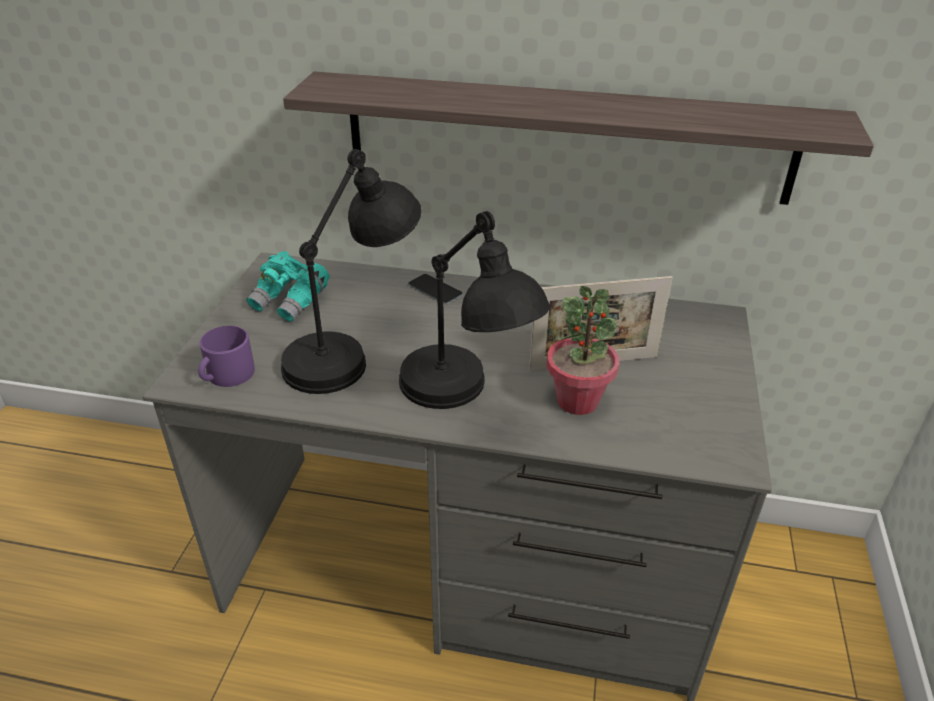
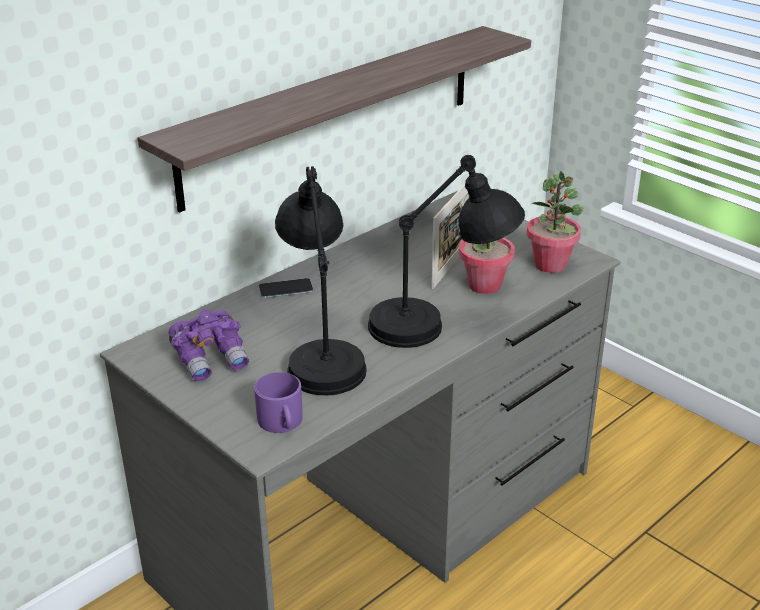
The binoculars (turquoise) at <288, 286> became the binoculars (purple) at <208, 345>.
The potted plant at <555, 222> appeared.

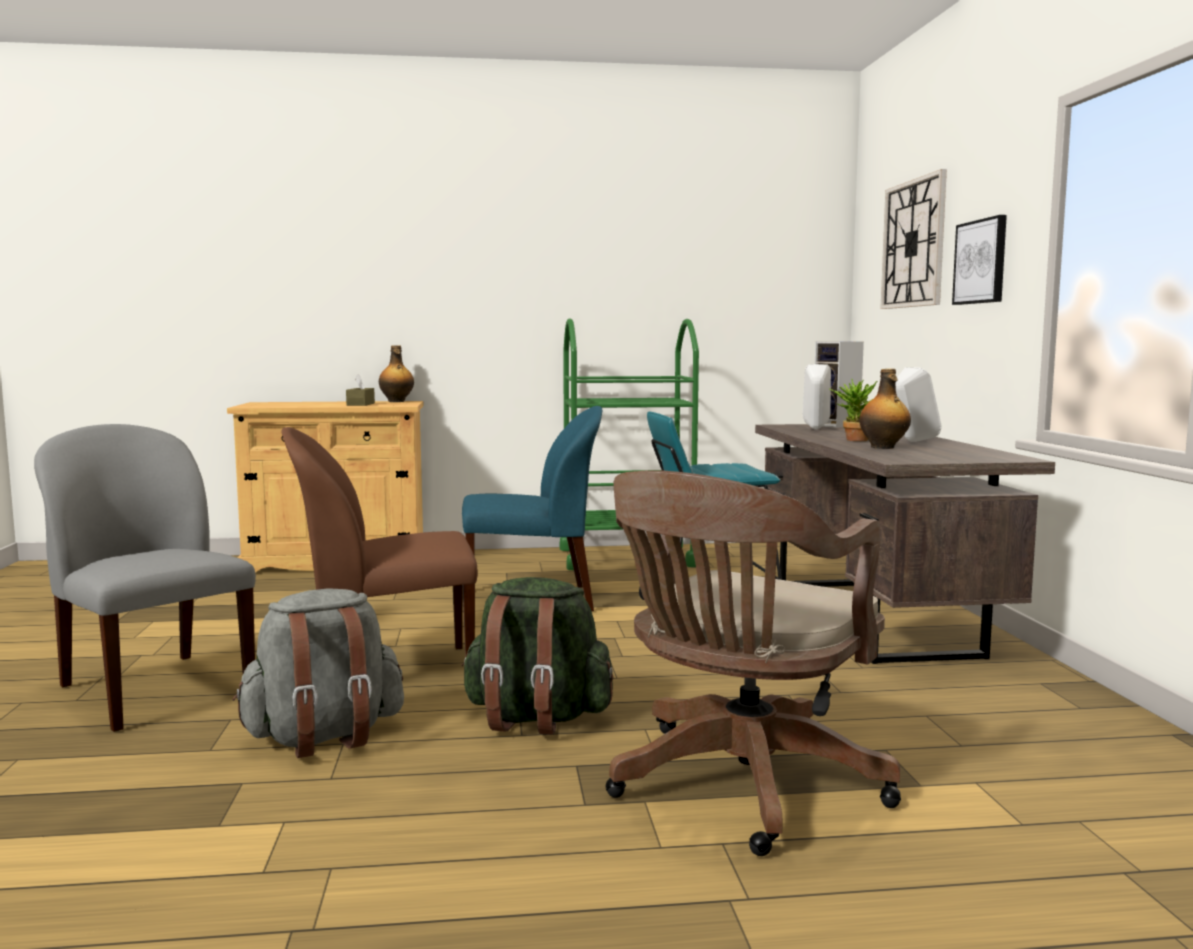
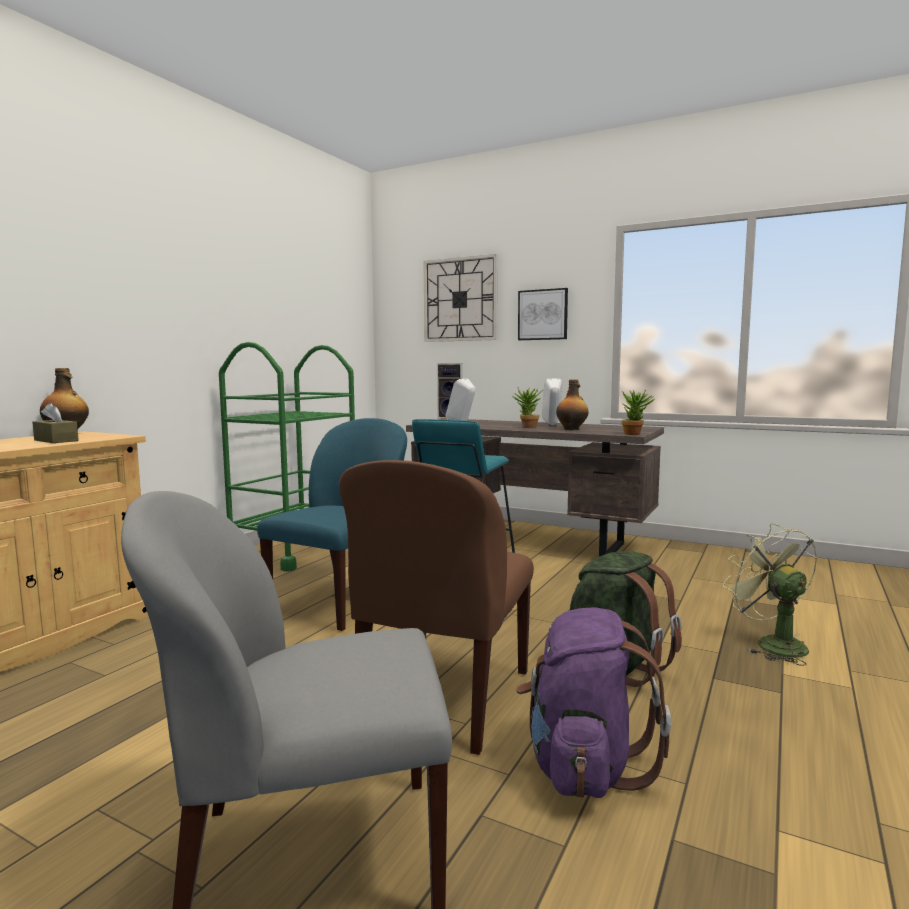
The backpack (grey) at <318, 673> became the backpack (purple) at <593, 702>.
The office chair (brown) at <753, 663> was replaced by the fan (green) at <770, 594>.
The potted plant at <638, 412> appeared.

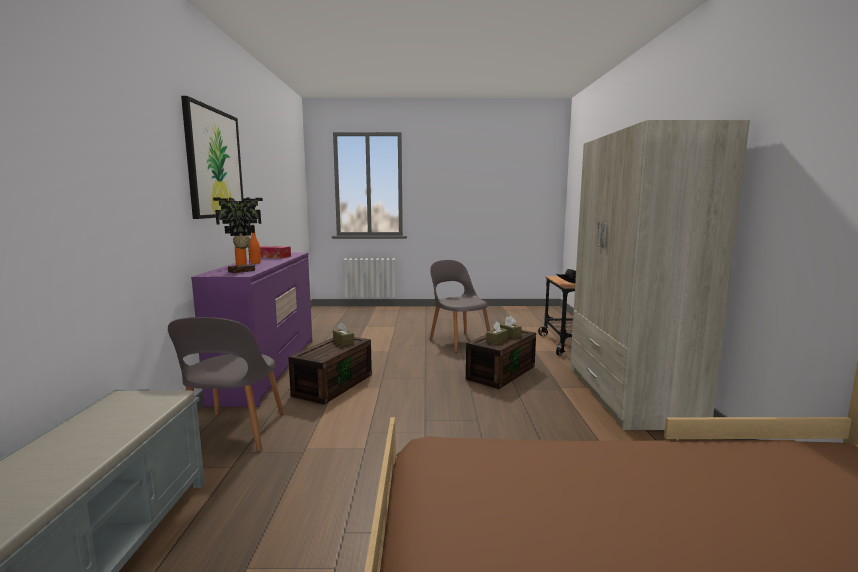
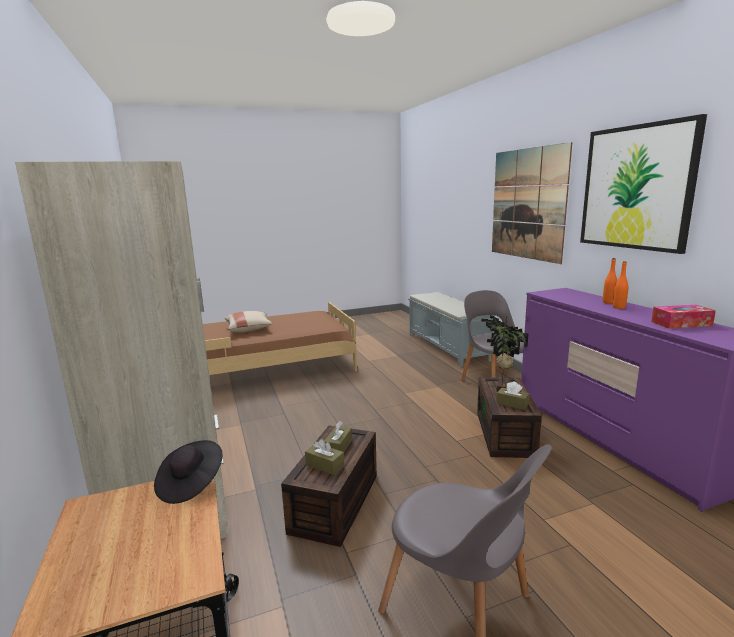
The potted plant moved from <238, 235> to <504, 353>.
The pillow (beige) at <249, 321> appeared.
The picture at <532, 203> appeared.

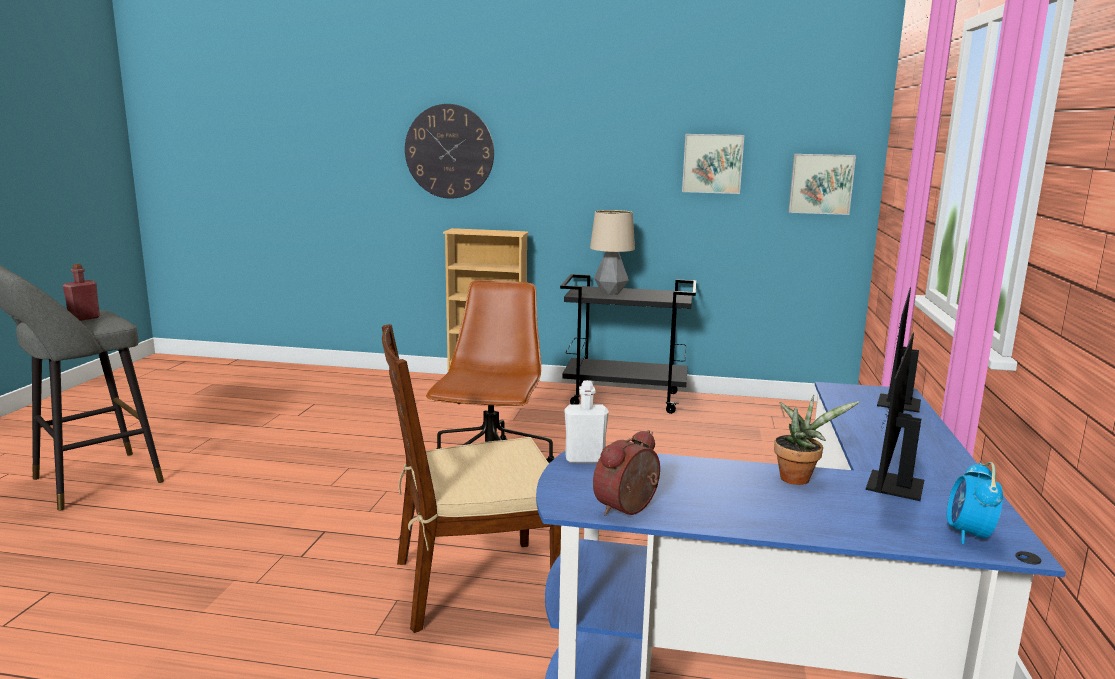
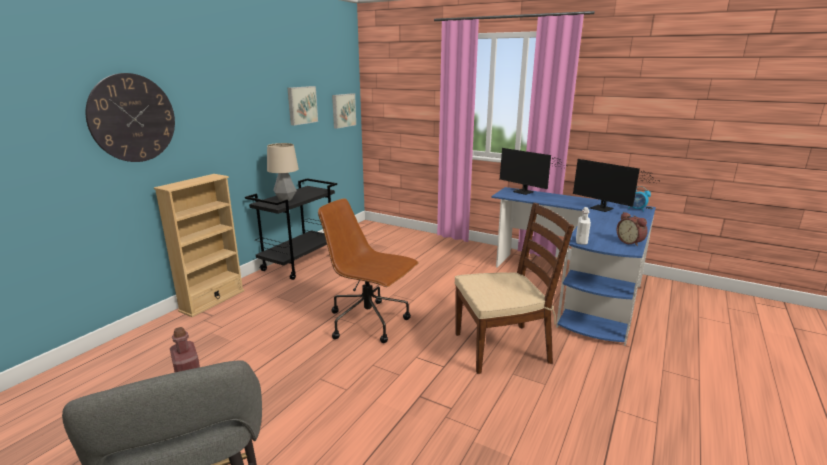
The chair (brown) at <471, 478> turned 105 degrees counterclockwise.
The potted plant at <817, 440> disappeared.

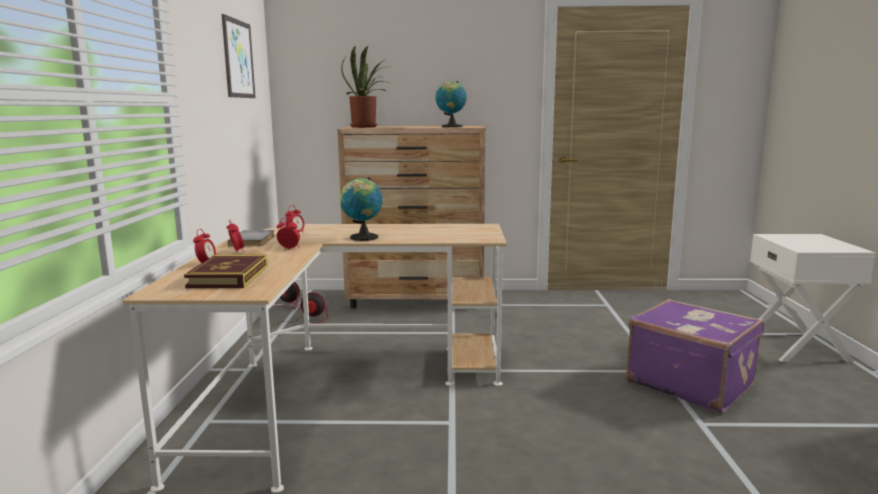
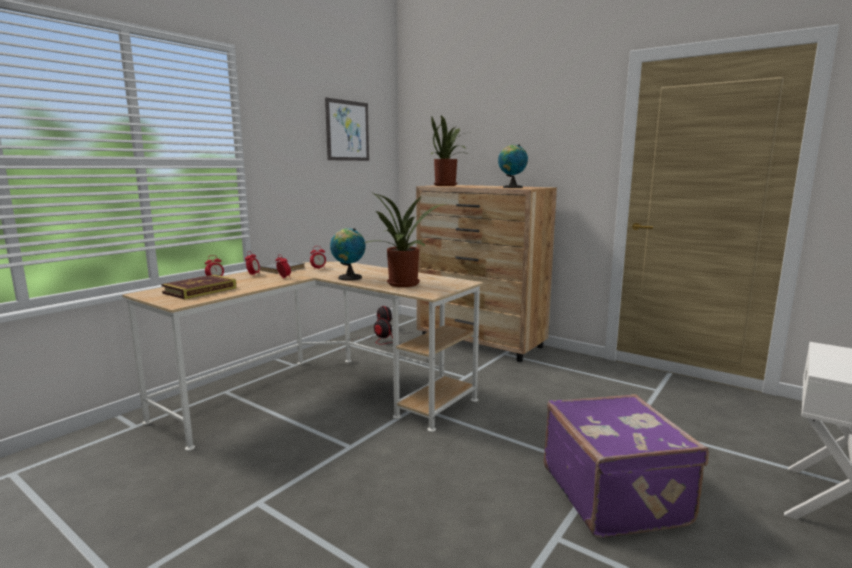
The potted plant at <404, 240> appeared.

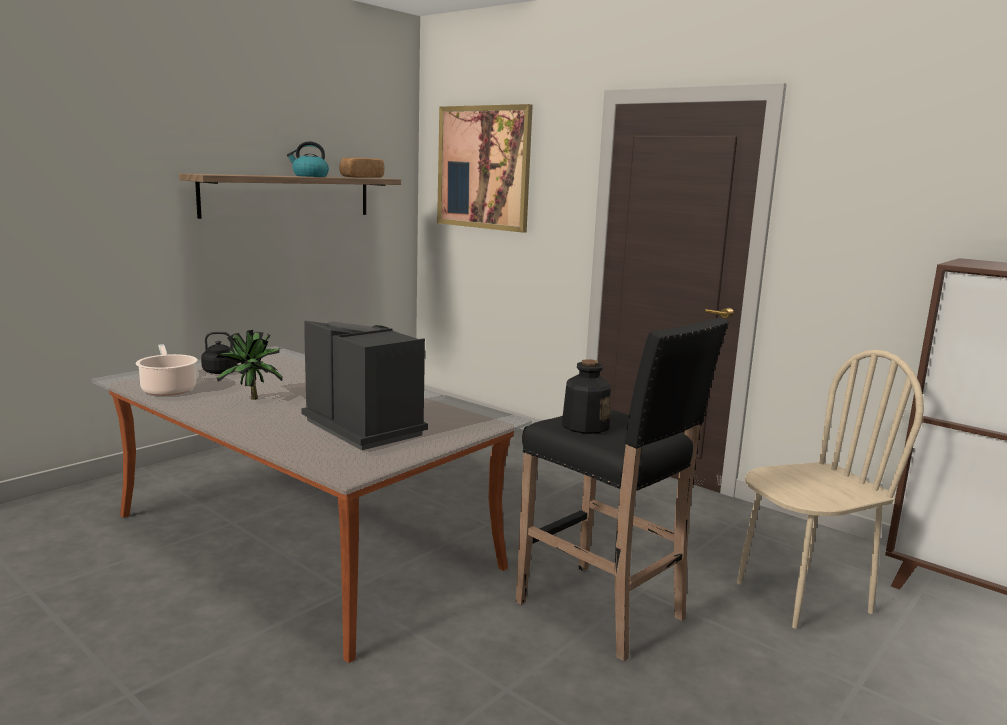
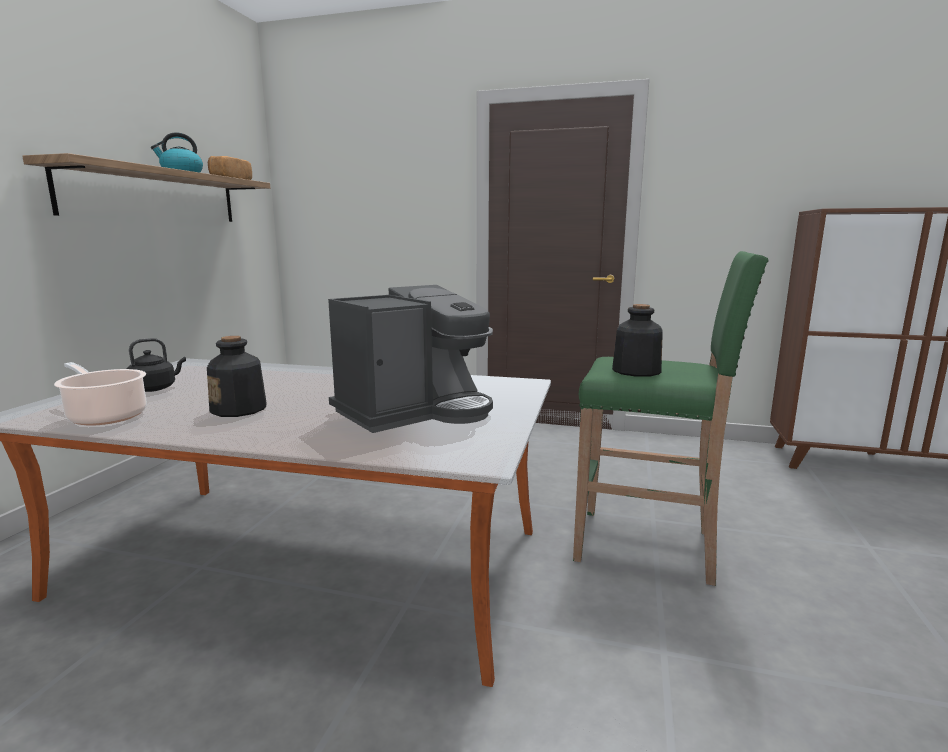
The potted plant at <249, 365> was replaced by the bottle at <237, 376>.
The coffee machine at <364, 385> turned 120 degrees clockwise.
The picture at <485, 168> disappeared.
The stool (black) at <622, 489> became the stool (green) at <671, 418>.
The chair (beige) at <830, 489> disappeared.

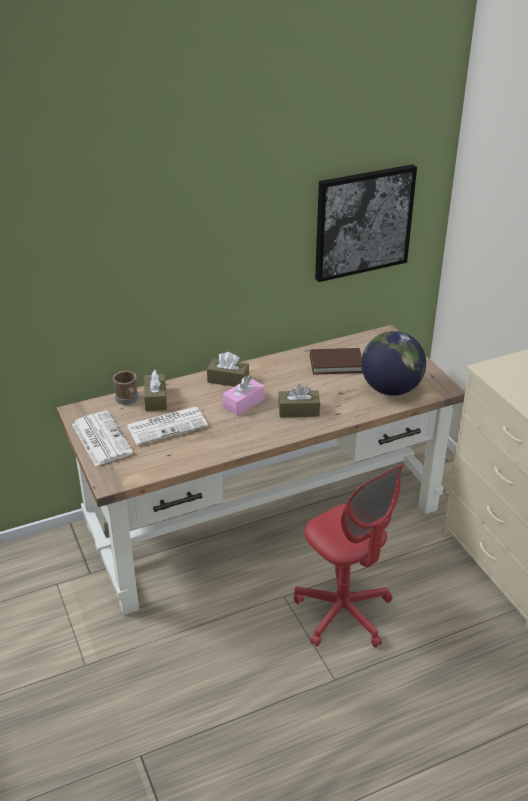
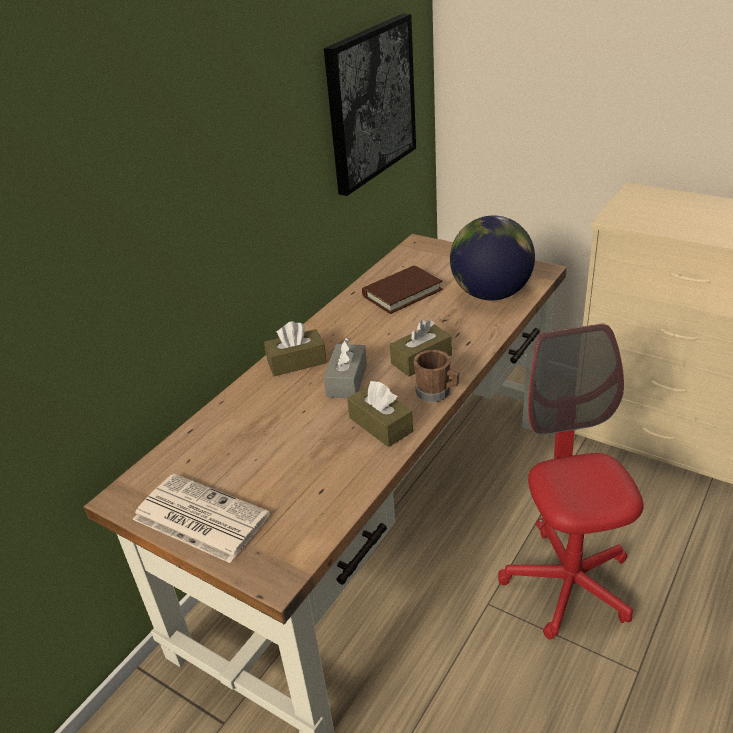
The mug (brown) moved from <125, 388> to <436, 376>.
The newspaper at <167, 426> disappeared.
The tissue box (brown) moved from <155, 390> to <380, 414>.
The tissue box (pink) at <243, 395> became the tissue box (grey) at <345, 368>.
The office chair (red) at <349, 555> turned 120 degrees counterclockwise.

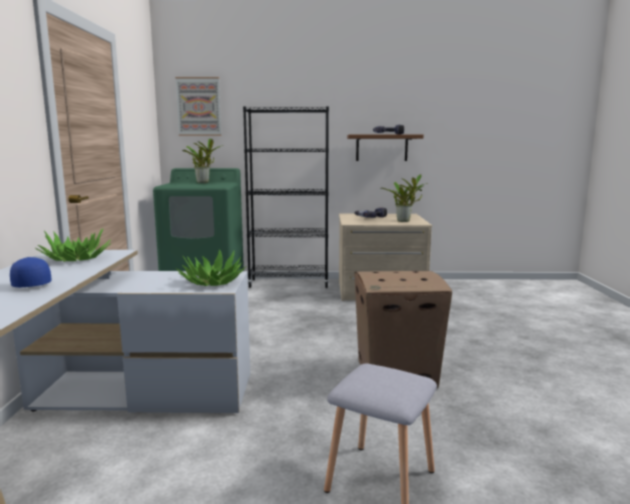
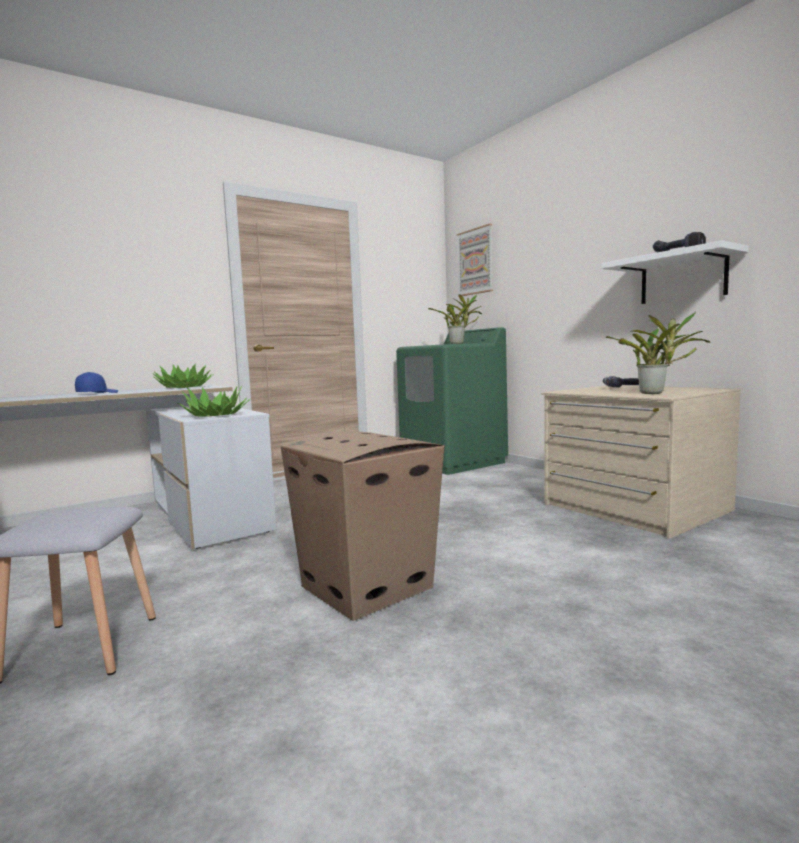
The bookcase (black) at <286, 197> disappeared.
The shelf (brown) at <385, 148> became the shelf (white) at <675, 272>.

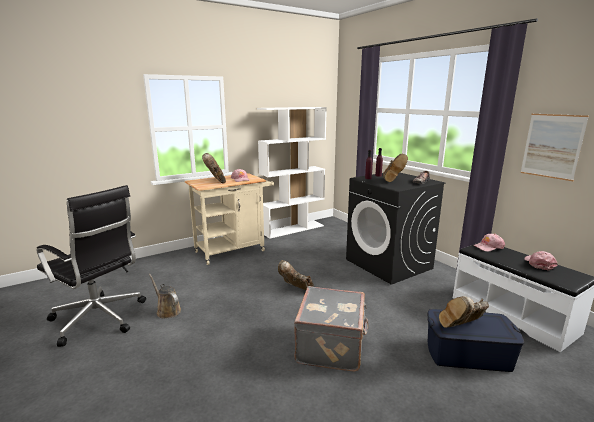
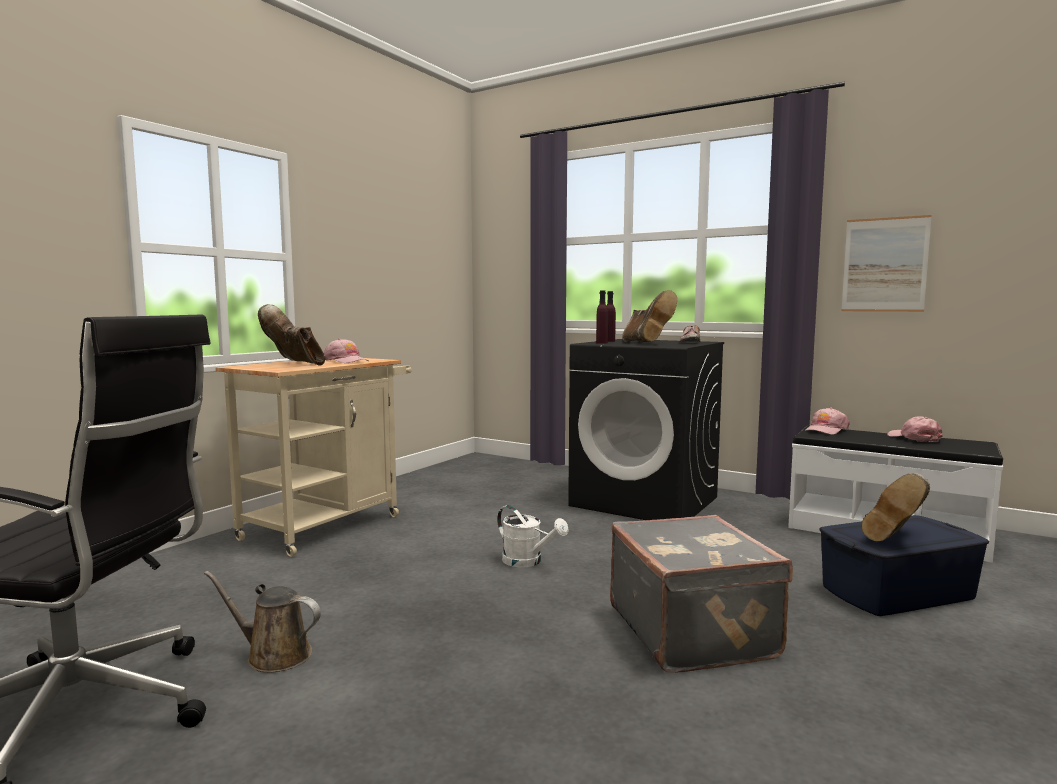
The bookcase (white) at <292, 173> disappeared.
The boot (brown) at <296, 275> was replaced by the watering can (white) at <533, 536>.

